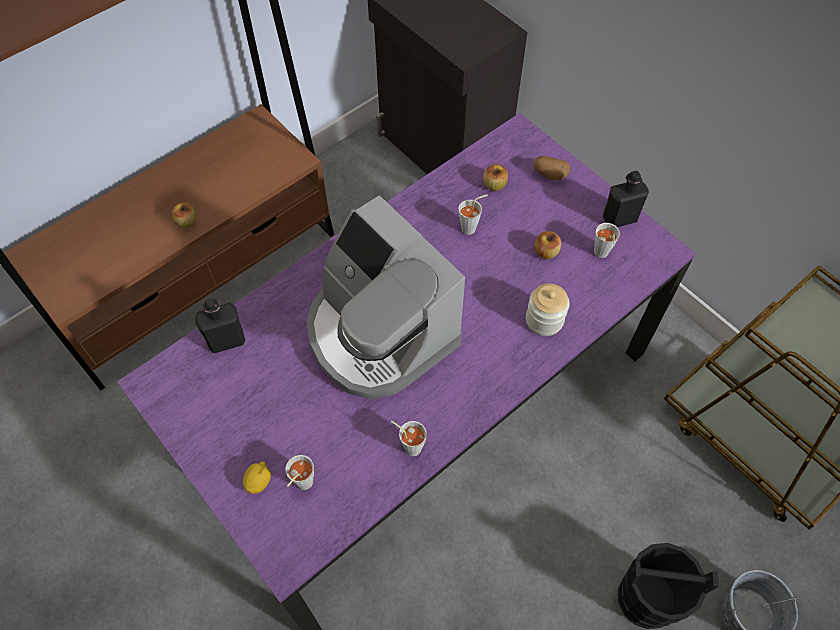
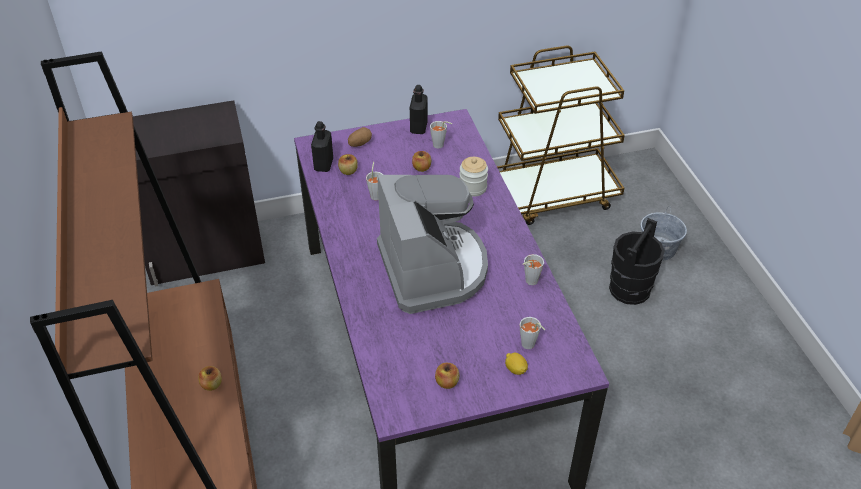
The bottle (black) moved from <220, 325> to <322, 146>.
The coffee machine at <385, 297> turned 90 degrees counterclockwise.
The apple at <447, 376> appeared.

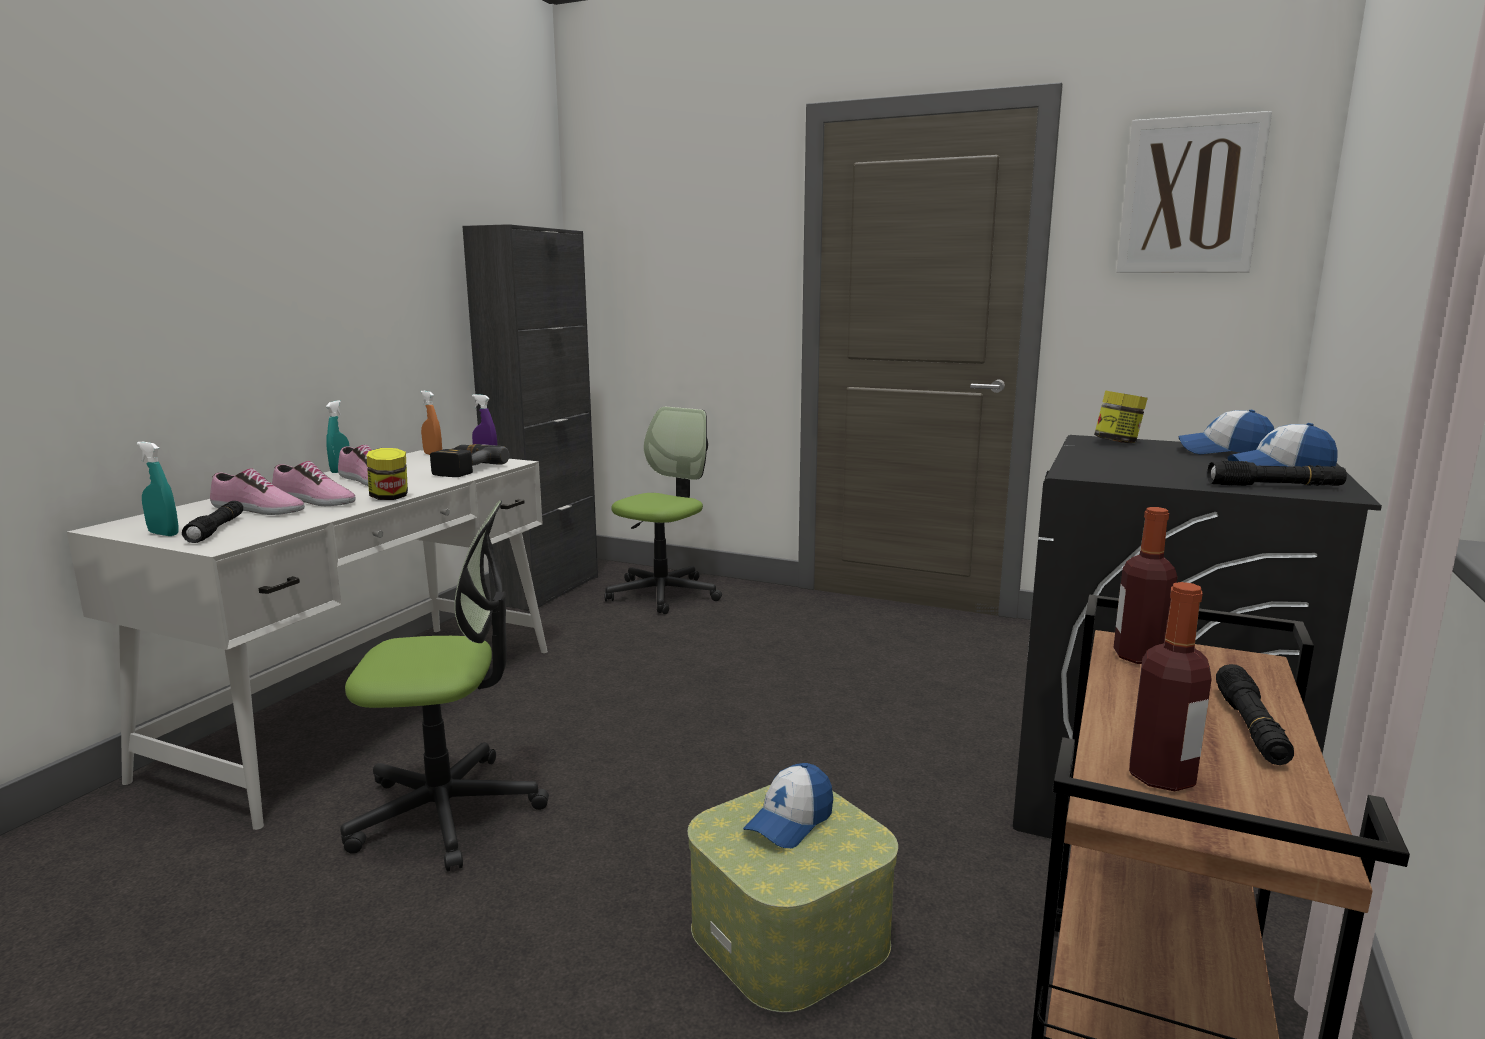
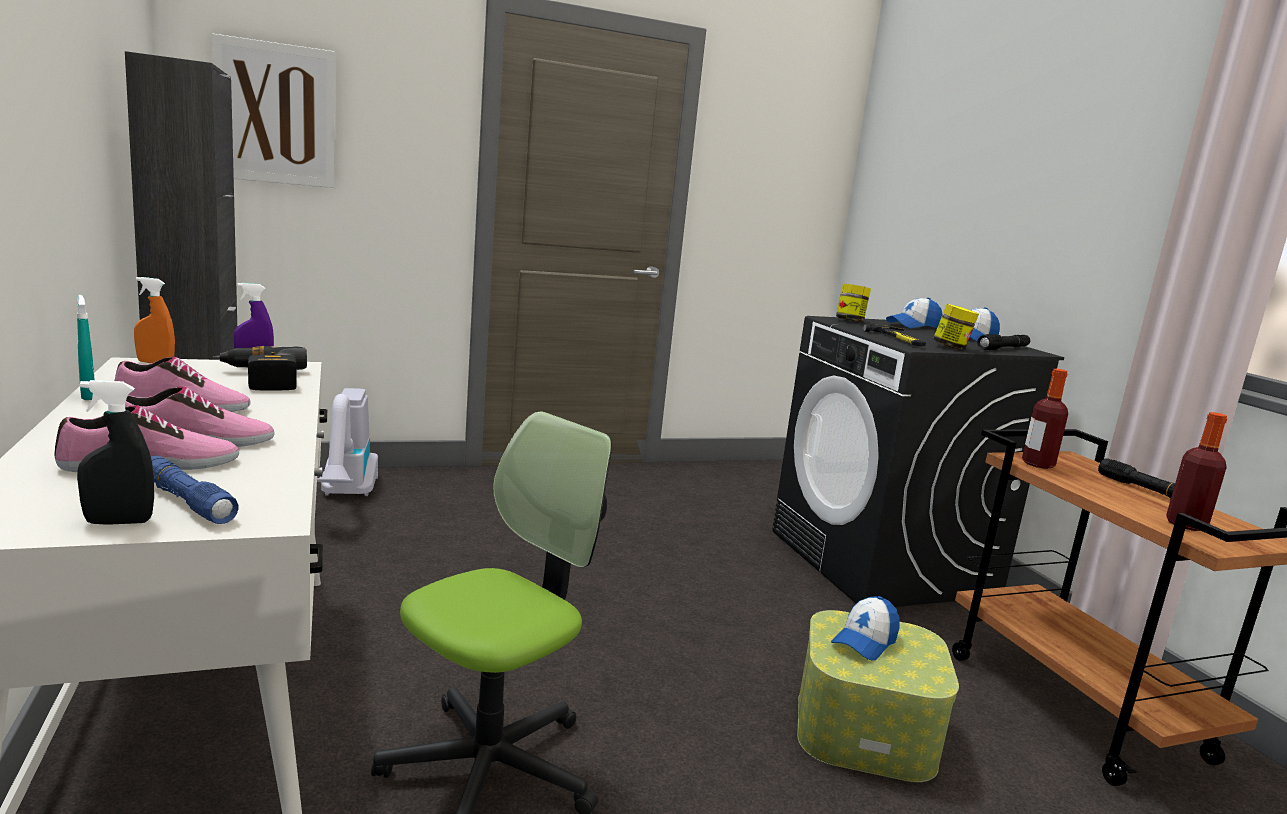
The spray bottle (turquoise) at <157, 489> became the spray bottle (black) at <115, 452>.
The flashlight (black) at <212, 522> became the flashlight (blue) at <194, 490>.
The jar moved from <387, 474> to <956, 326>.
The office chair at <663, 510> was replaced by the vacuum cleaner at <347, 442>.
The cap at <788, 805> turned 45 degrees clockwise.
The picture moved from <1194, 192> to <273, 110>.
The hammer at <894, 335> appeared.

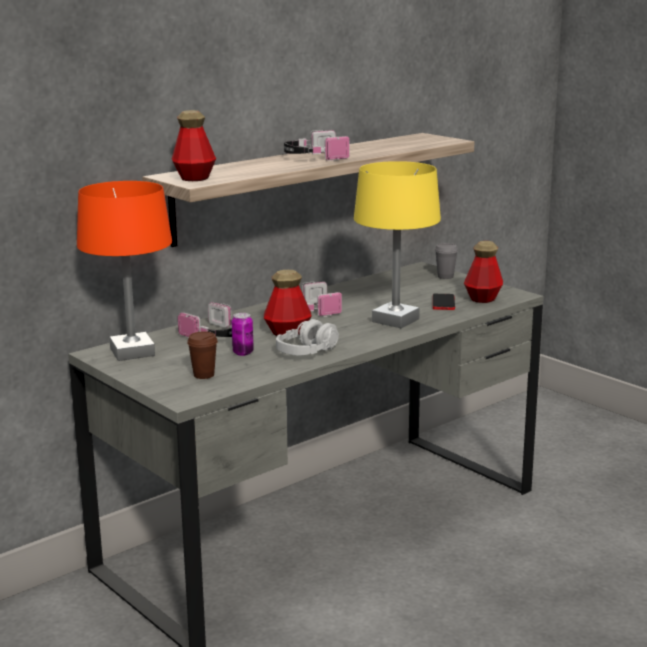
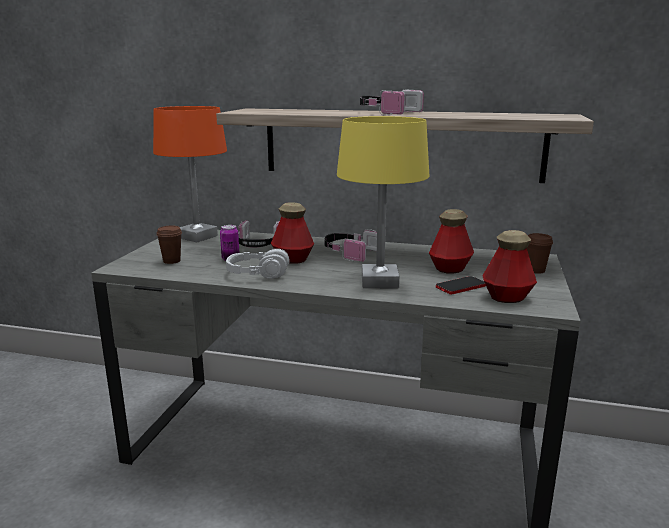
The bottle moved from <194, 145> to <451, 241>.
The cup (grey) at <446, 261> became the cup (brown) at <540, 253>.

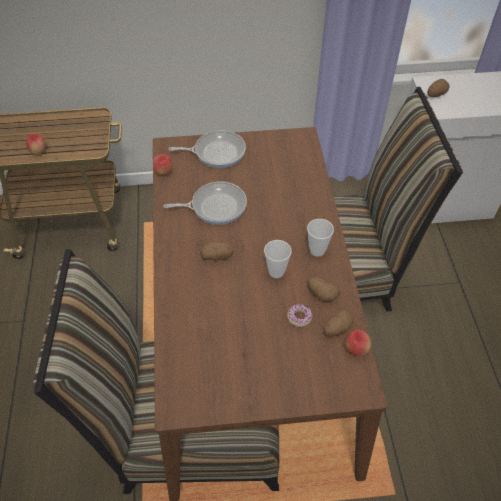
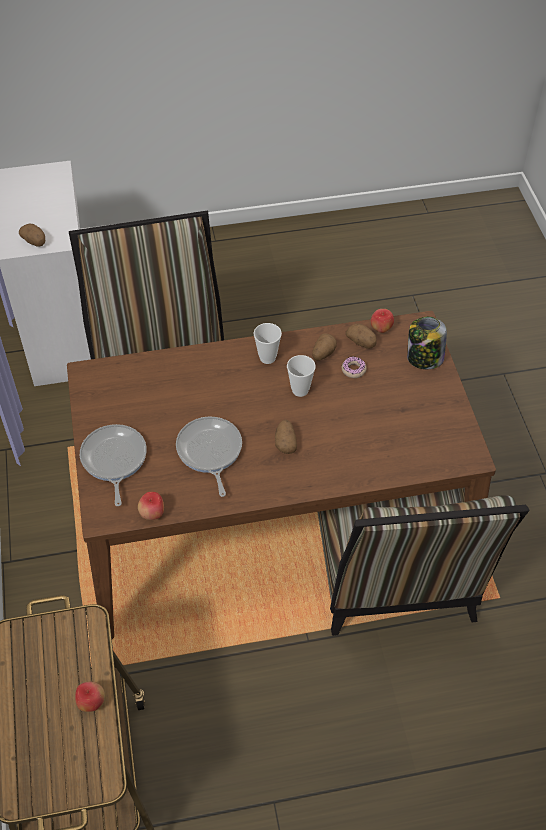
The jar at <427, 343> appeared.

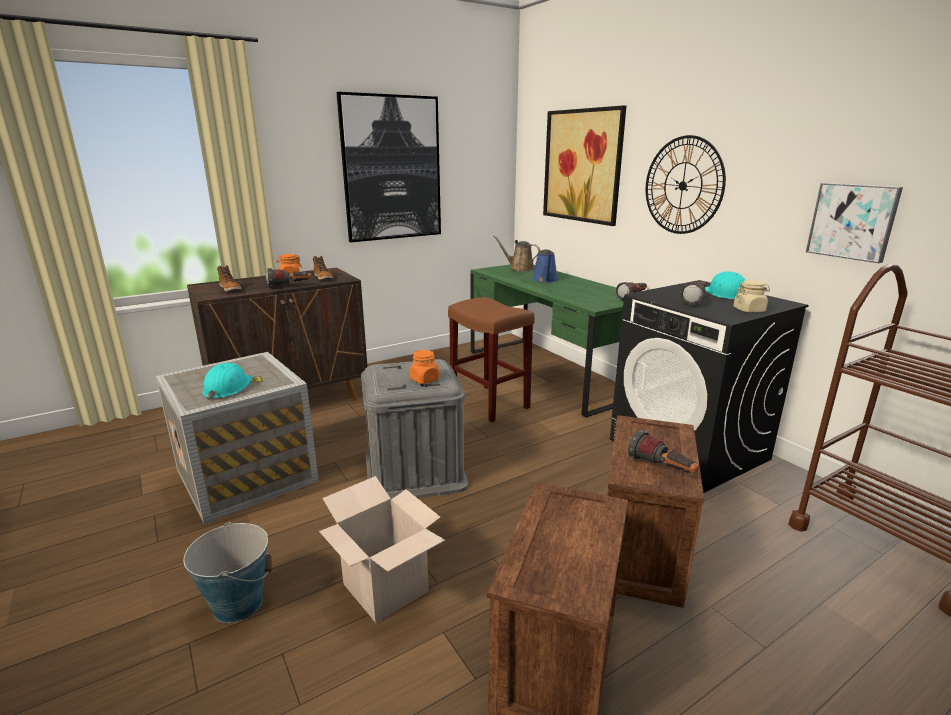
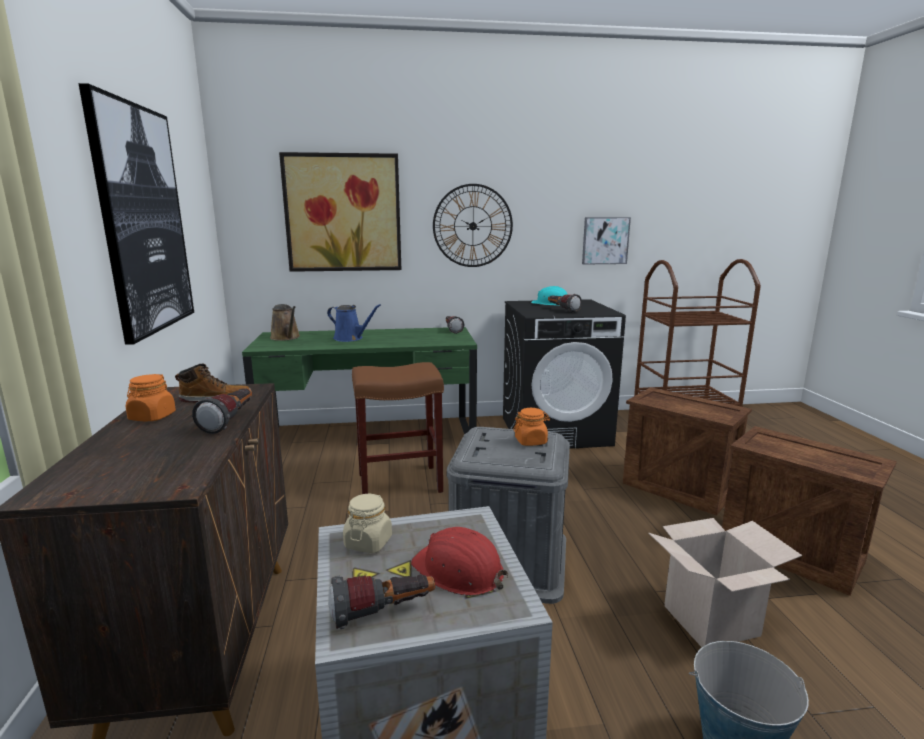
The hard hat (turquoise) at <227, 381> became the hard hat (red) at <460, 561>.
The boot at <229, 278> disappeared.
The watering can (brown) at <516, 253> turned 90 degrees counterclockwise.
The flashlight moved from <663, 451> to <381, 602>.
The jar (beige) moved from <751, 296> to <367, 523>.

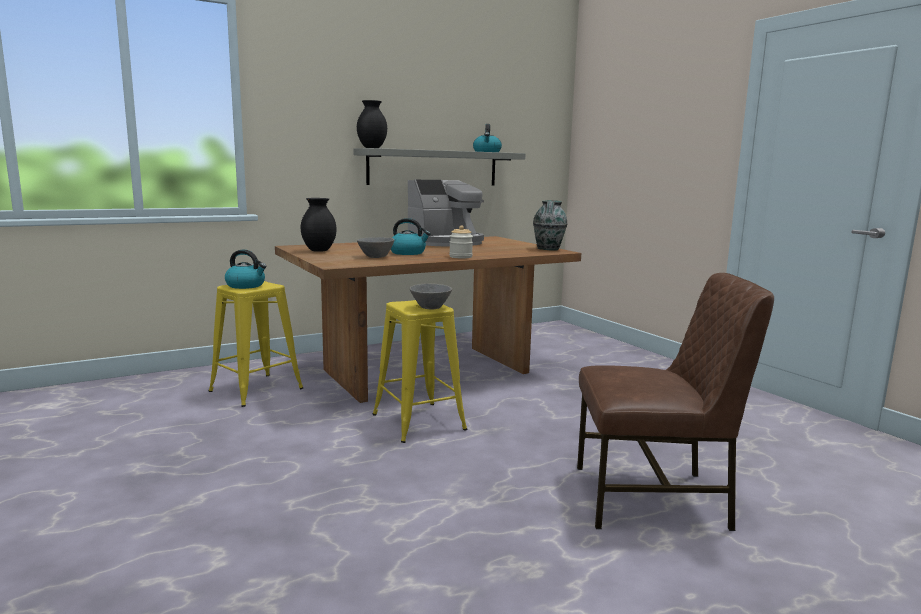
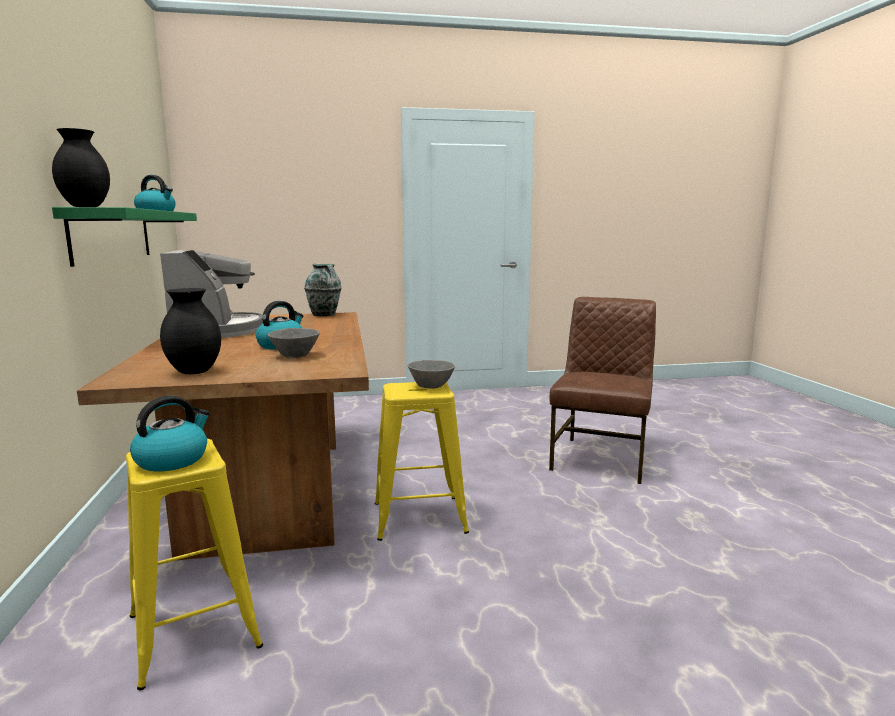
The shelf (grey) at <439, 166> became the shelf (green) at <124, 237>.
The jar at <461, 242> disappeared.

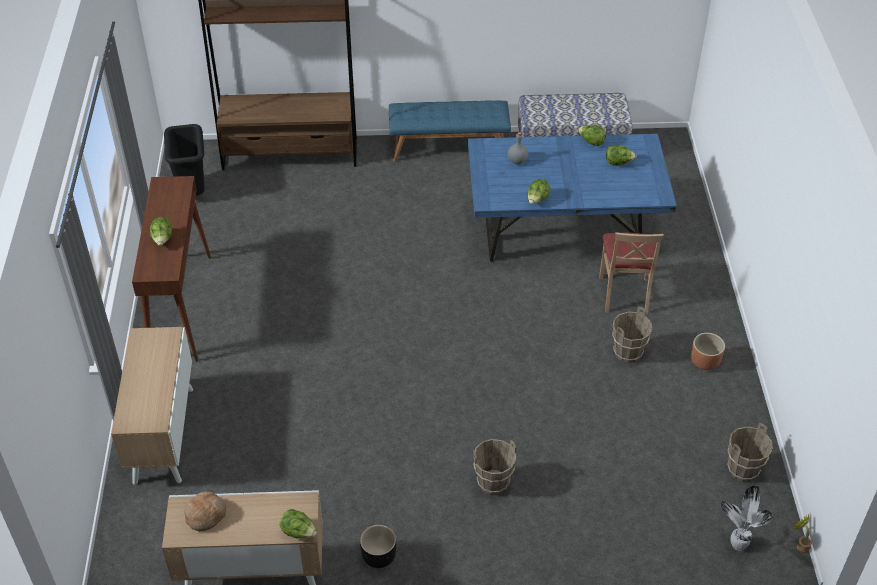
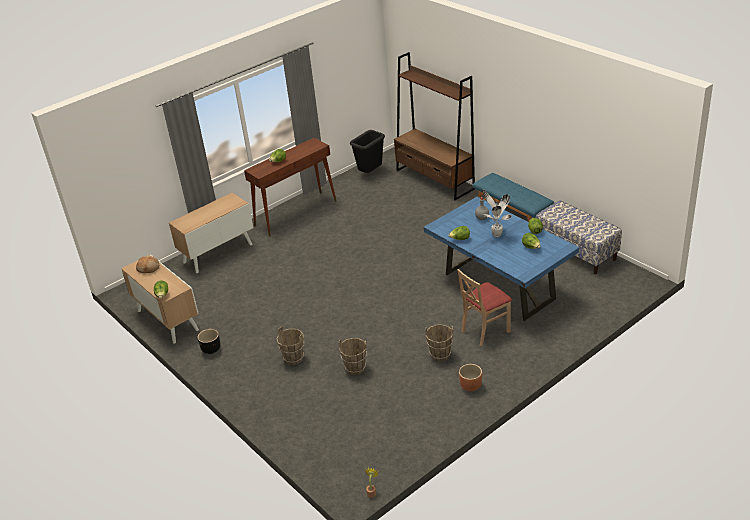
The potted plant moved from <747, 518> to <497, 213>.
The bucket (brown) moved from <750, 452> to <352, 356>.

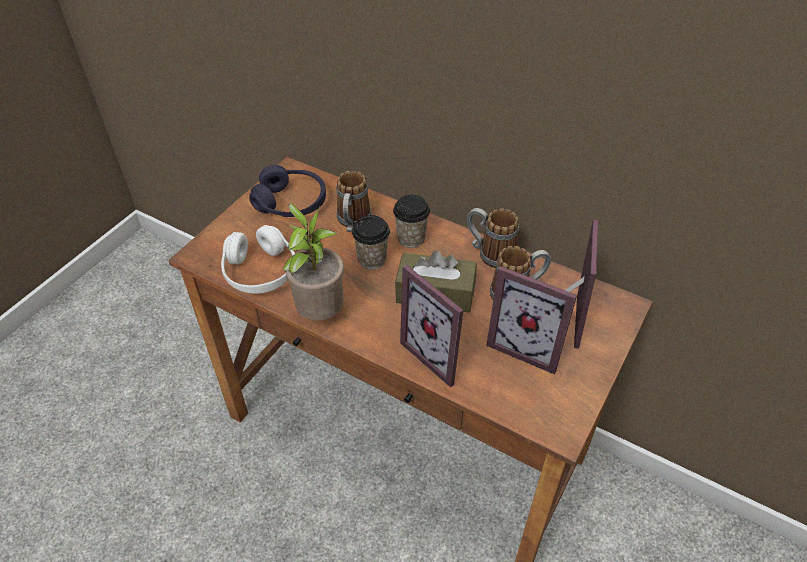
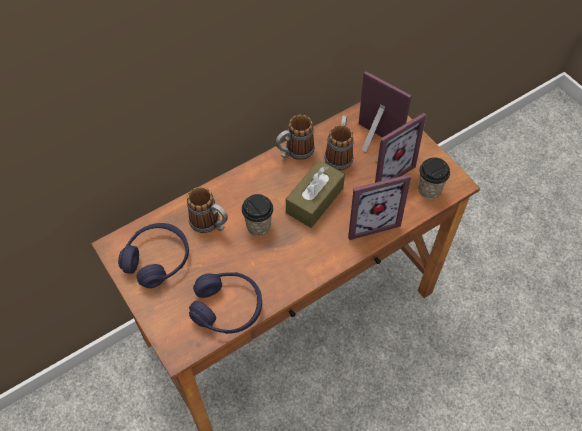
The headphones (white) at <258, 259> became the headphones (purple) at <225, 303>.
The potted plant at <313, 262> disappeared.
The cup moved from <411, 221> to <434, 178>.

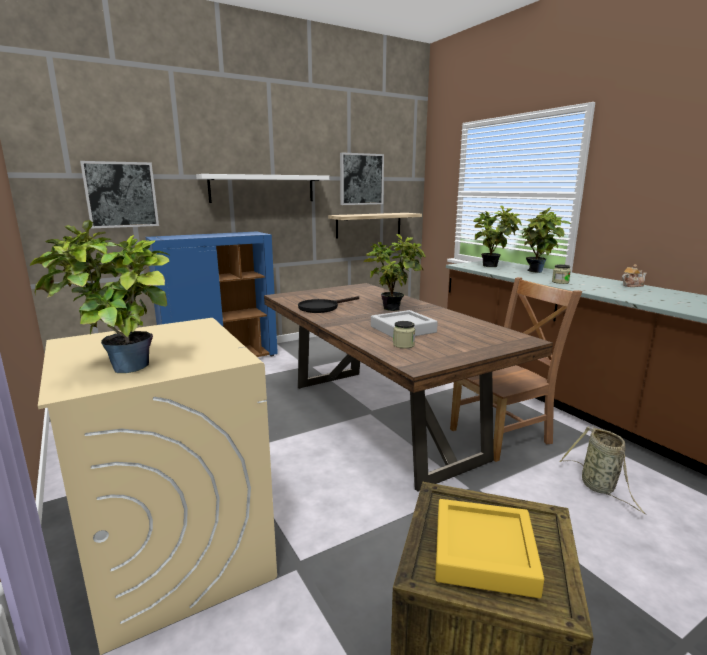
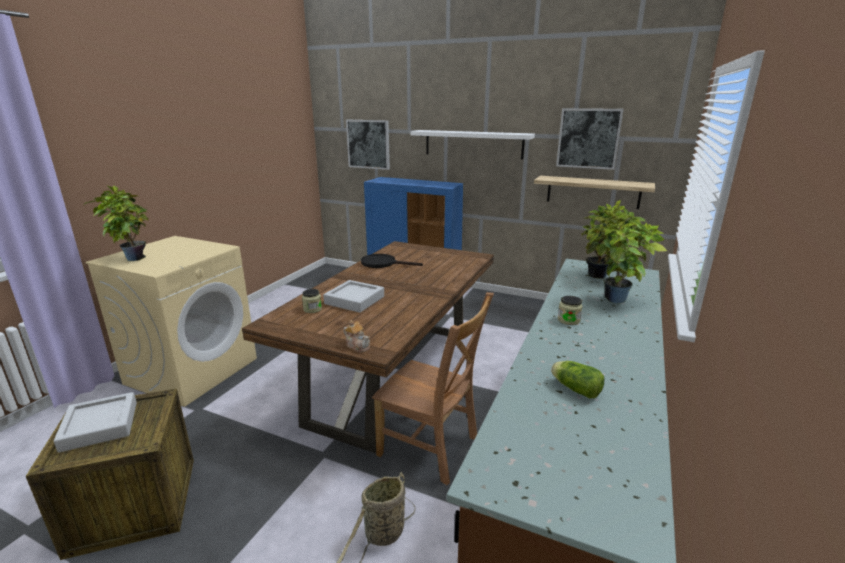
The potted plant at <394, 272> disappeared.
The tray (yellow) at <489, 548> became the tray (grey) at <95, 422>.
The teapot moved from <634, 275> to <356, 336>.
The lettuce at <577, 380> appeared.

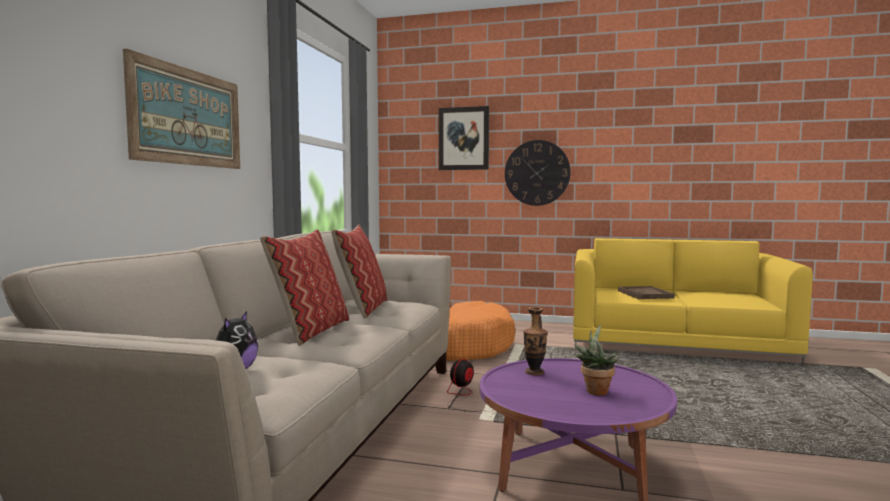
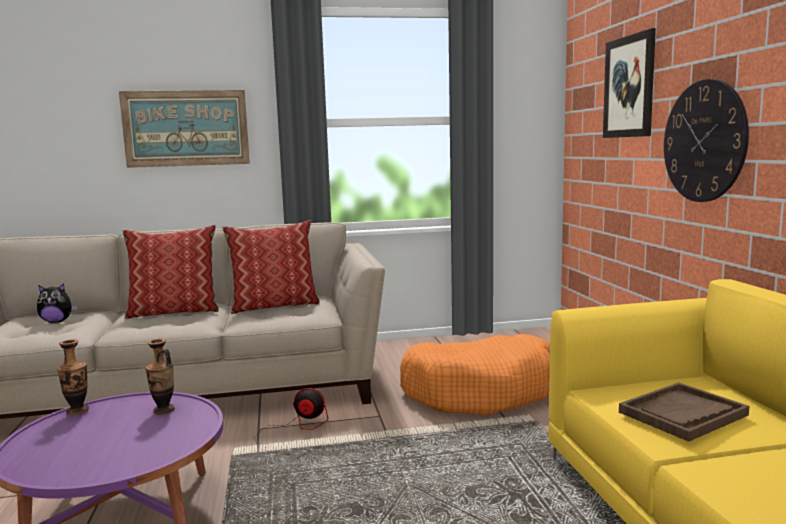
The potted plant at <596, 360> disappeared.
The vase at <73, 377> appeared.

